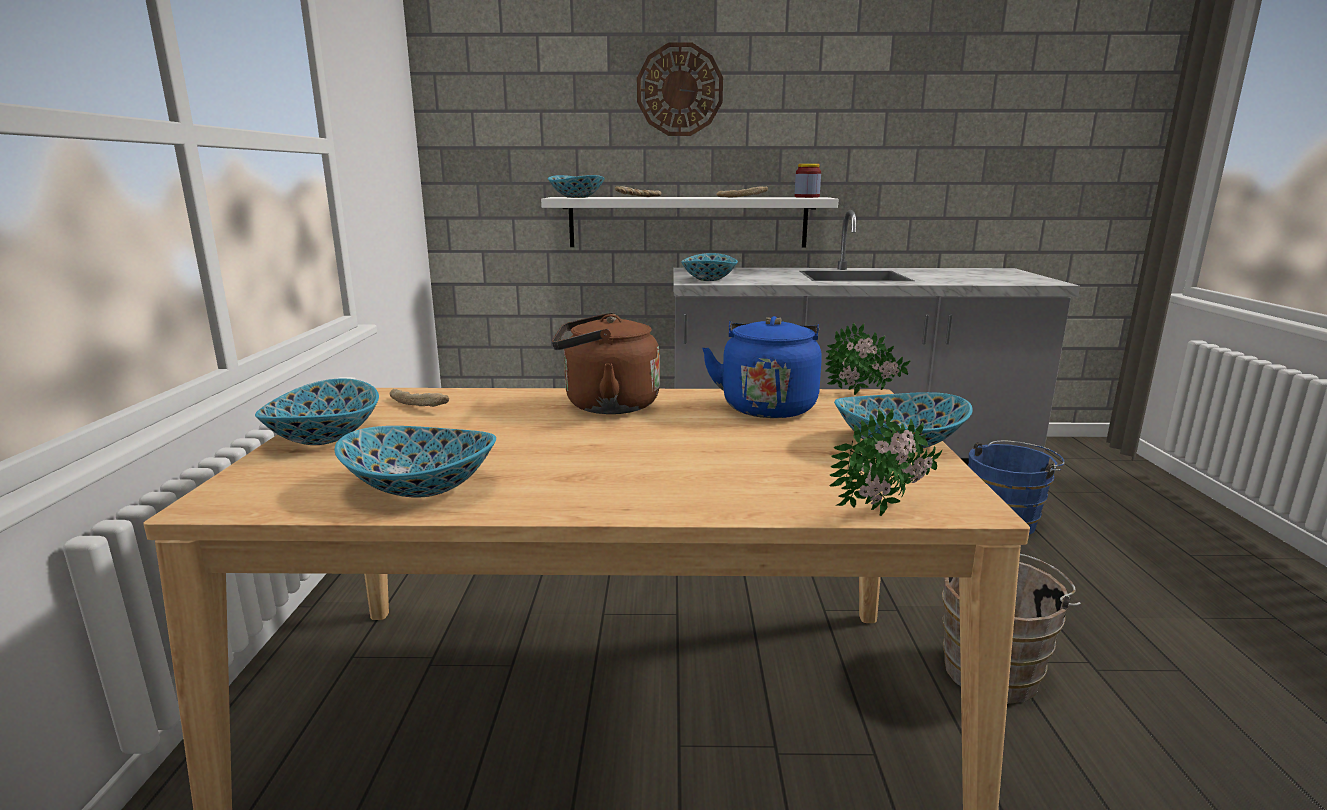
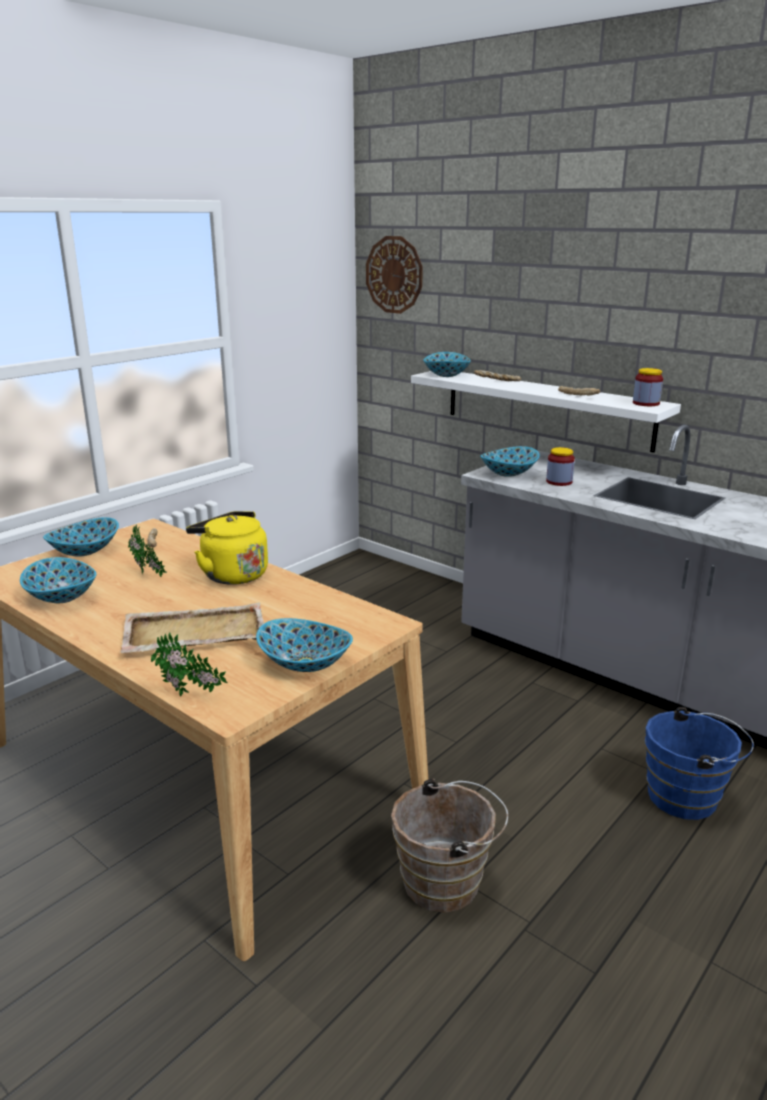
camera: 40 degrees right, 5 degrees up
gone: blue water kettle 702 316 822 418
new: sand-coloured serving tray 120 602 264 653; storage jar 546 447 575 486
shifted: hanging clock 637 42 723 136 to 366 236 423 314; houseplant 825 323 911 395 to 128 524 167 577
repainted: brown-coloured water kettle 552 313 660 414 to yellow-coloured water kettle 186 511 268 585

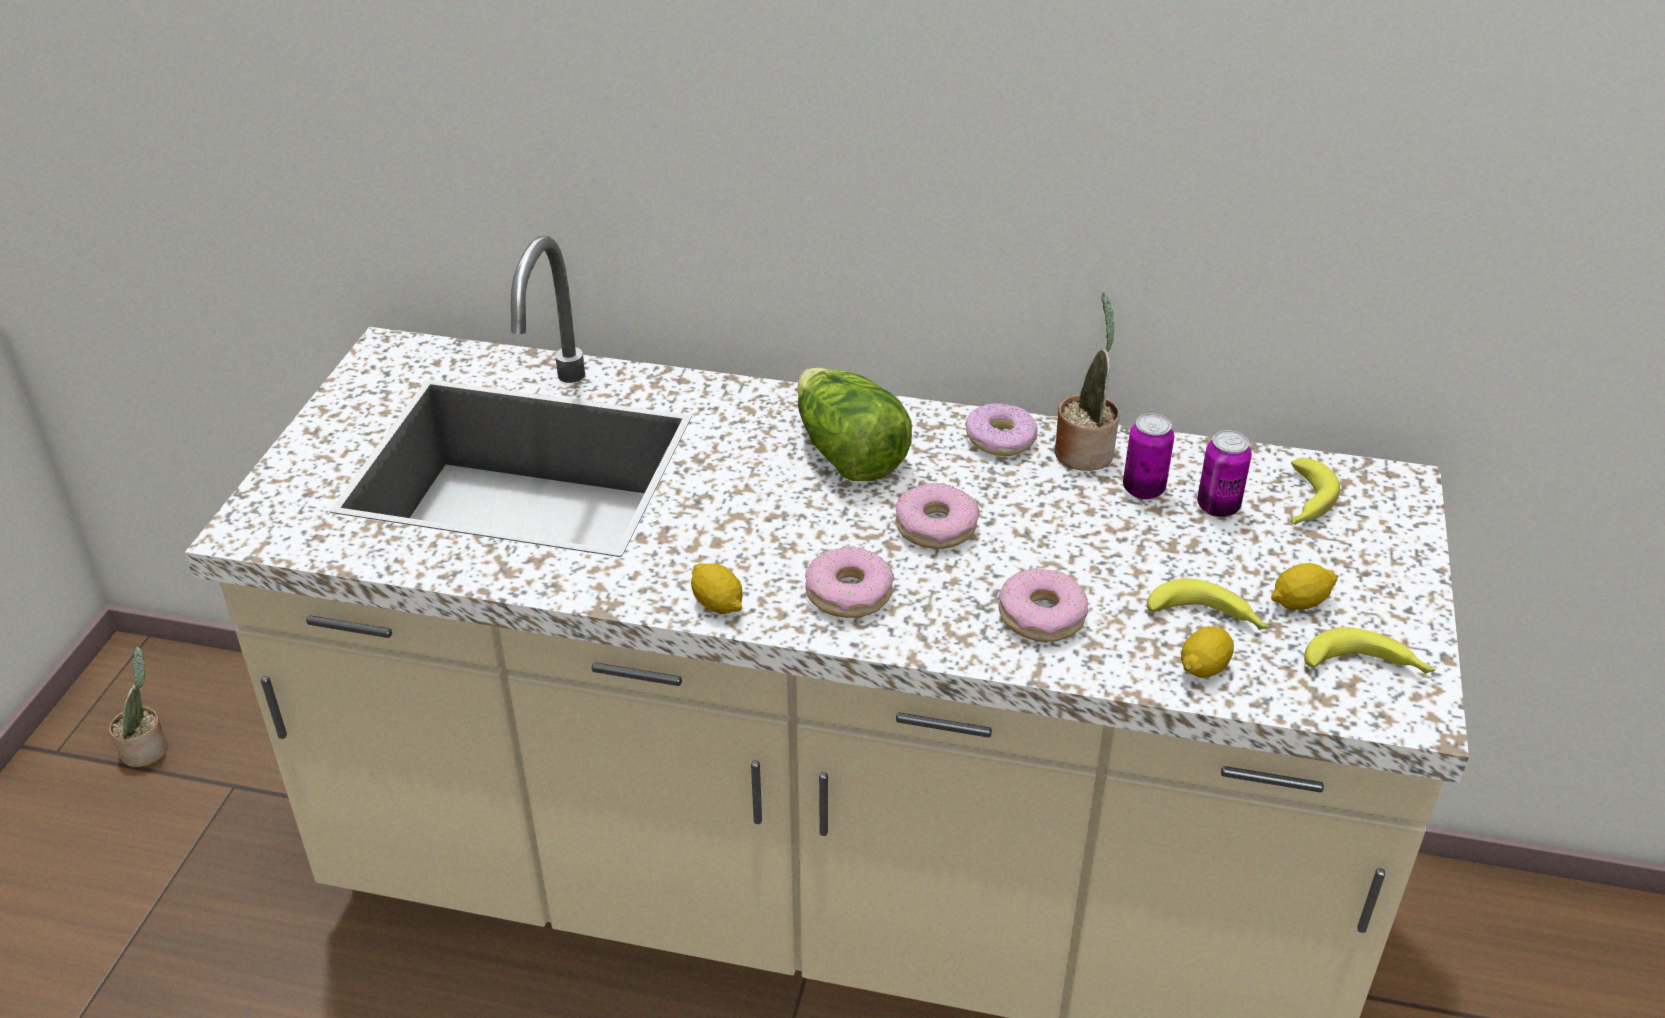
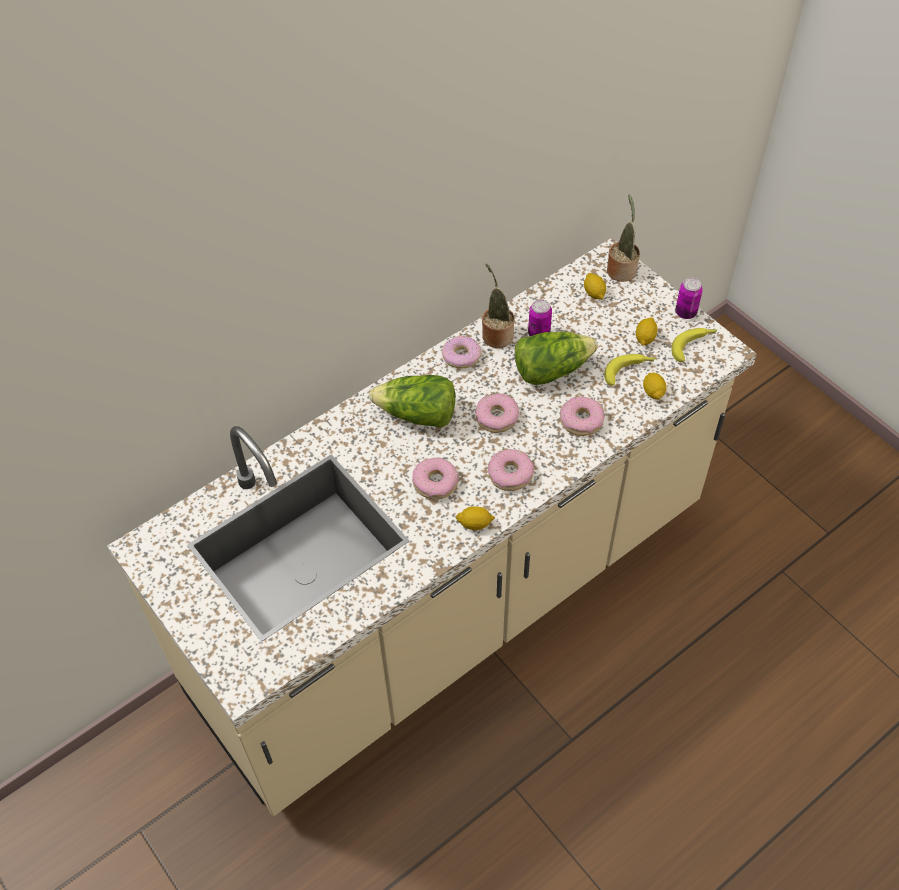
camera: 50 degrees left, 15 degrees up
new: donut 412 457 459 500; head of lettuce 515 332 598 385
shifted: houseplant 109 646 168 768 to 607 195 640 282; metal can 1197 430 1252 517 to 675 278 703 319
swapped: whole banana 1291 458 1340 525 to lemon 584 273 606 300

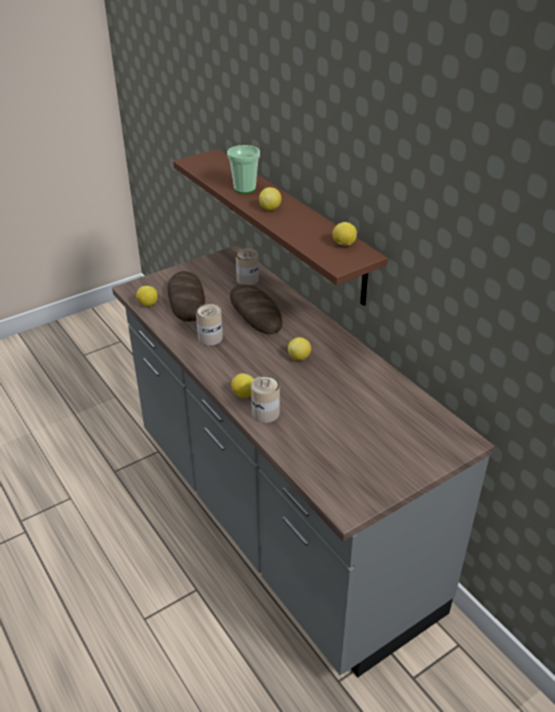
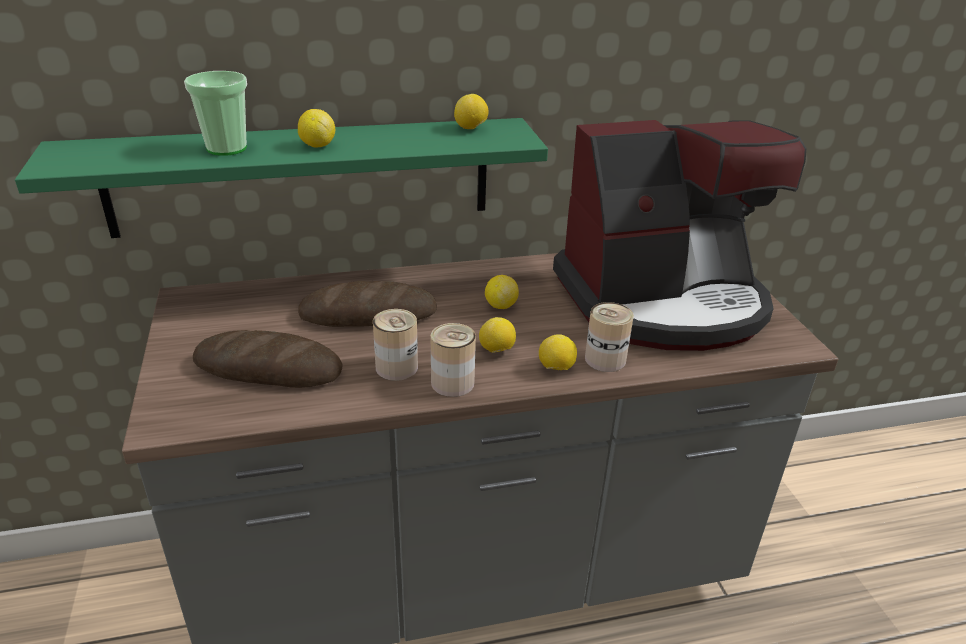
camera: 70 degrees left, 5 degrees down
new: coffee maker 553 120 806 351
shifted: lemon 136 286 158 306 to 479 317 516 353; metal can 236 248 259 286 to 431 323 476 397
repainted: brown-coloured shelf 173 149 388 306 to greenish shelf 15 118 548 238

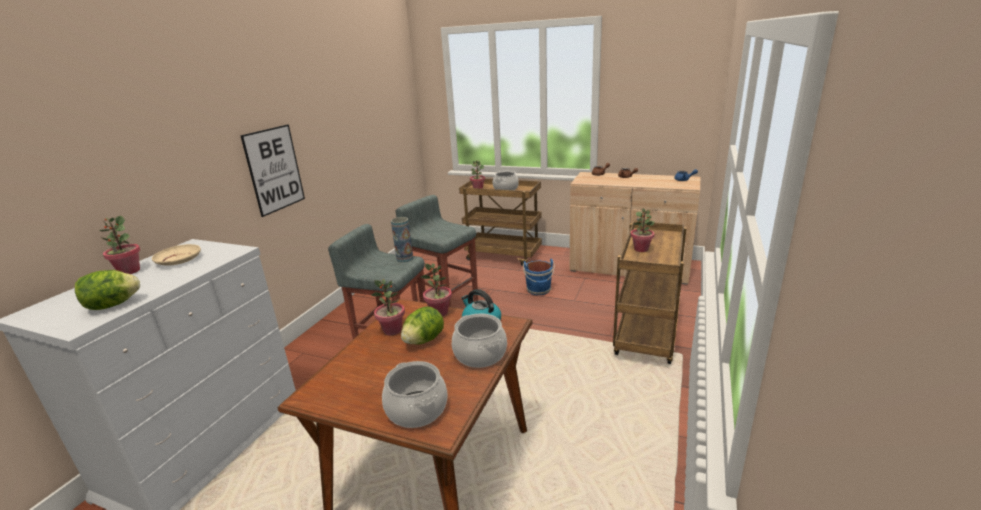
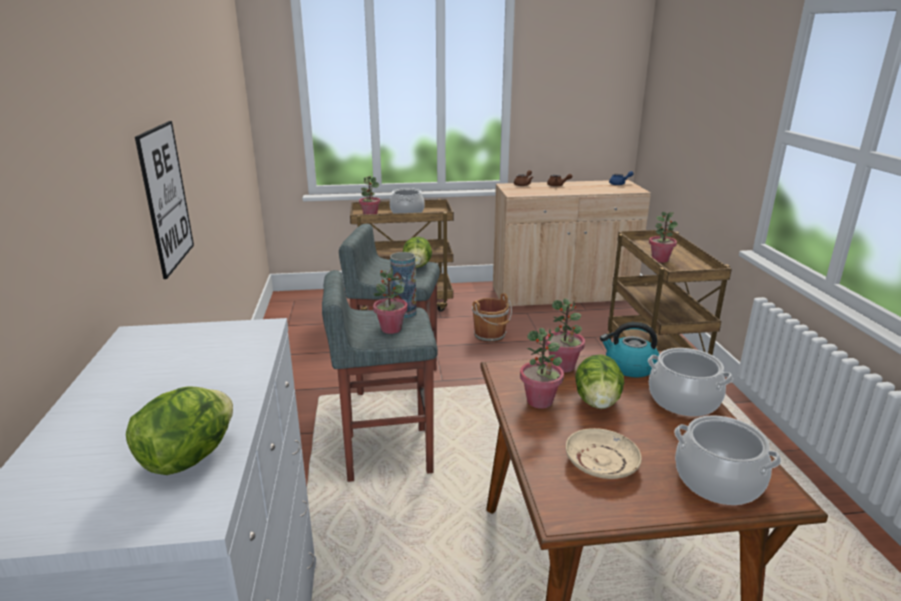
camera: 30 degrees left, 0 degrees up
new: head of lettuce 403 237 432 268
shifted: houseplant 100 216 140 274 to 373 267 408 334; sand-coloured flat dish 152 244 201 266 to 566 428 642 479
repainted: blue pail 523 259 555 295 to brown-coloured pail 472 293 512 343

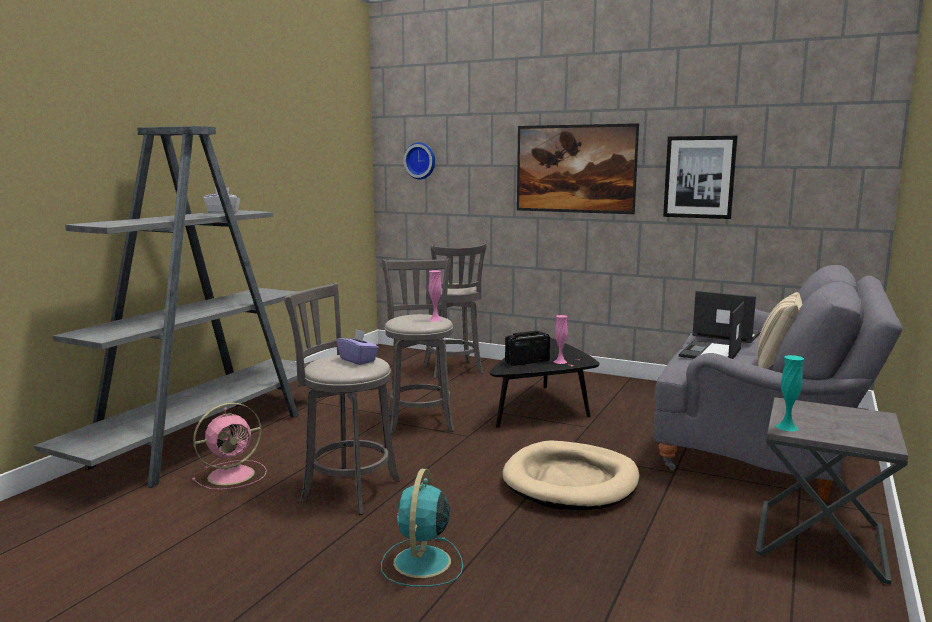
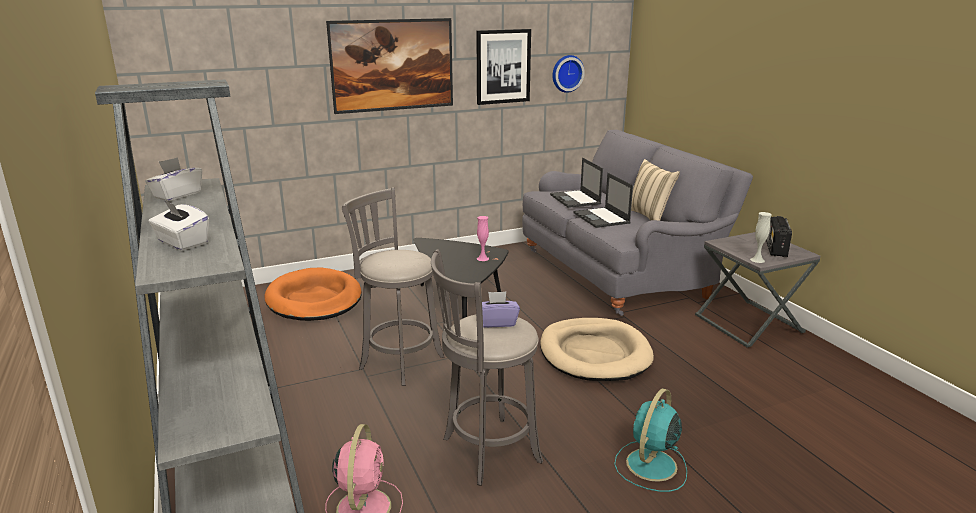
camera: 50 degrees left, 10 degrees up
gone: pinkish decorative vase 428 270 442 321
new: white-coloured tissue box 149 200 209 251
shifted: hanging clock 403 142 435 179 to 552 55 585 93; radio 505 331 550 366 to 766 216 792 257
swapped: gray stool seat 423 243 487 378 to orangey pet bed 265 267 362 321
repainted: turquoise decorative vase 776 355 804 431 to white-coloured decorative vase 750 212 772 263
rotated: turquoise cooling fan 381 469 463 587 = 614 388 687 492 75 degrees clockwise; laptop 692 291 761 343 = 550 158 603 208 90 degrees counterclockwise

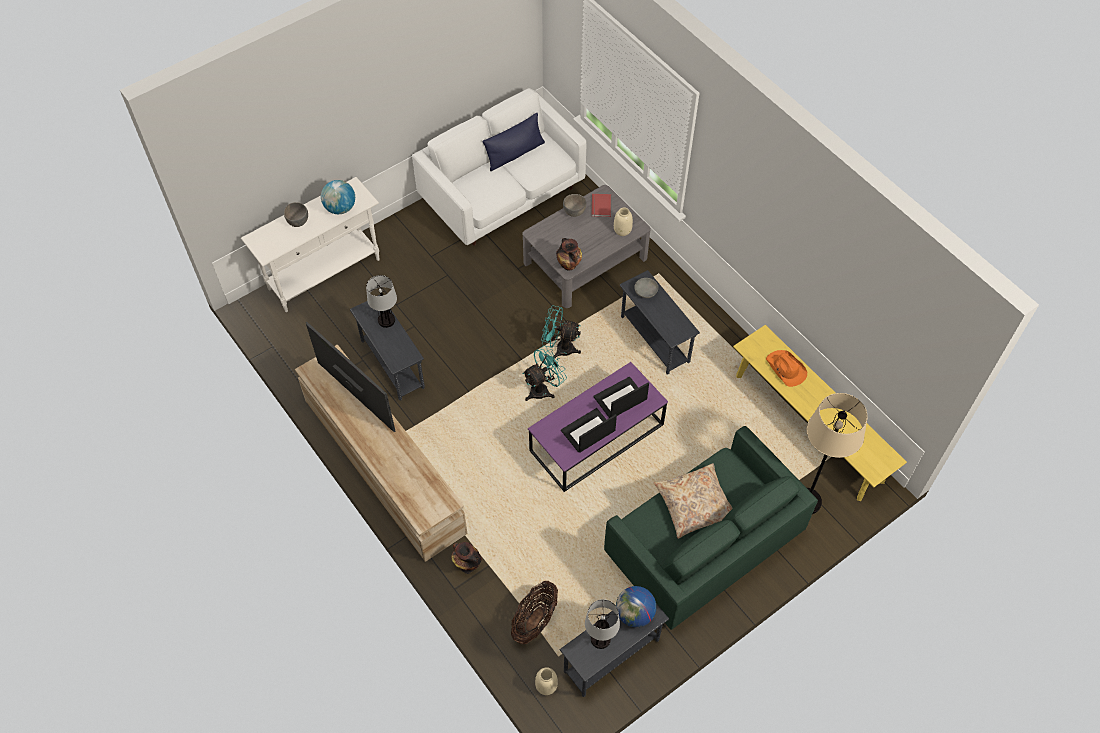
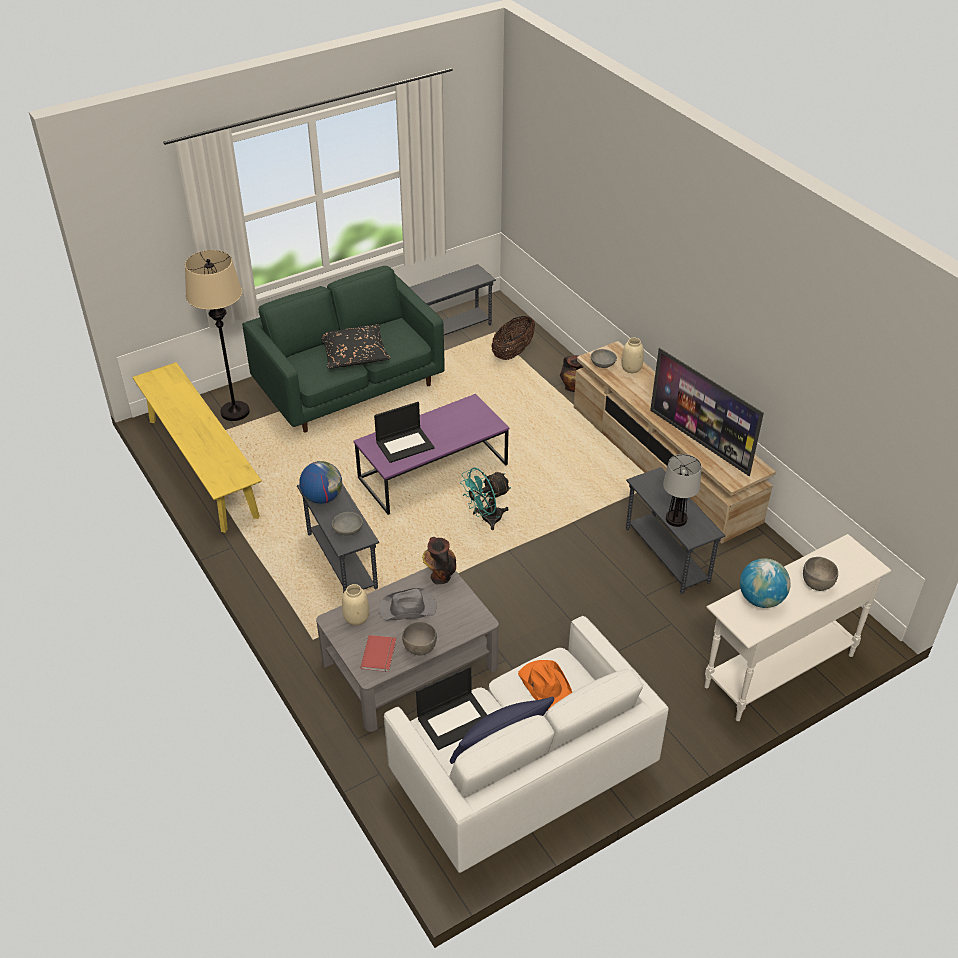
camera: 175 degrees left, 15 degrees down
gone: turquoise cooling fan 541 305 581 358; tabletop lamp 585 599 620 649
new: gray wearable hat 378 588 437 620; gray bowl 591 349 617 368
shifted: sand-coloured decorative vase 535 667 558 695 to 621 338 644 373; laptop 561 408 617 453 to 416 666 487 750; world globe 616 586 656 627 to 299 461 342 504; orangey wearable hat 766 350 807 387 to 518 660 572 711
repainted: sand-coloured cushion 654 463 733 539 to blackish cushion 321 324 391 369

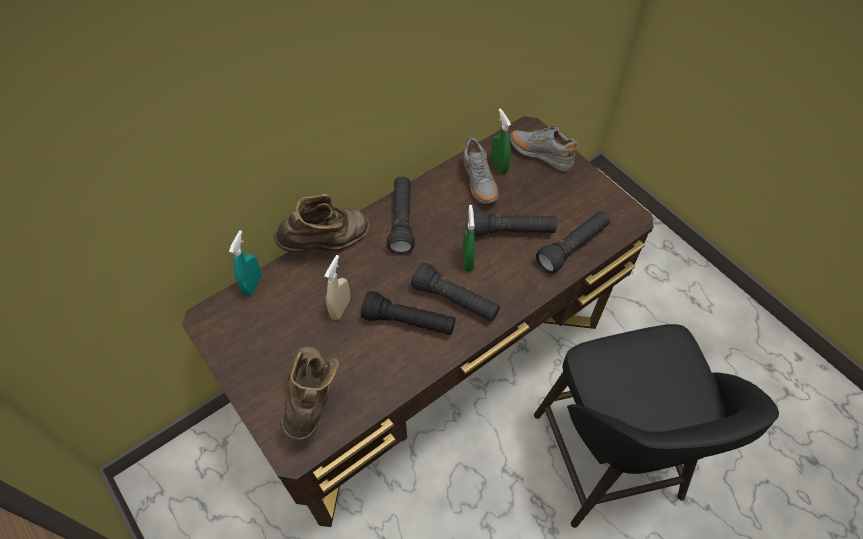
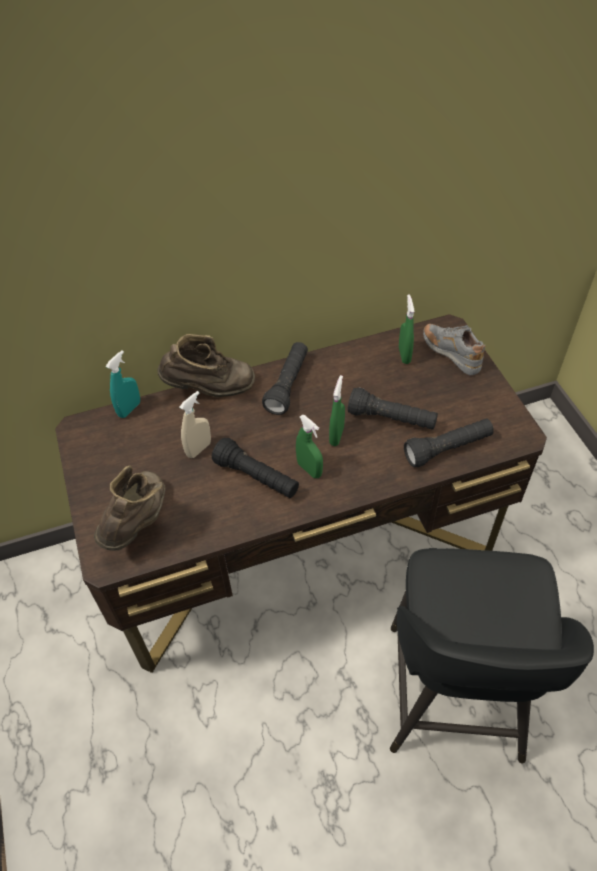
camera: 20 degrees right, 5 degrees down
gone: gray item of footwear 464 136 499 204
swapped: blackish hand torch 411 263 500 321 to greenish hand sprayer 296 415 323 478

